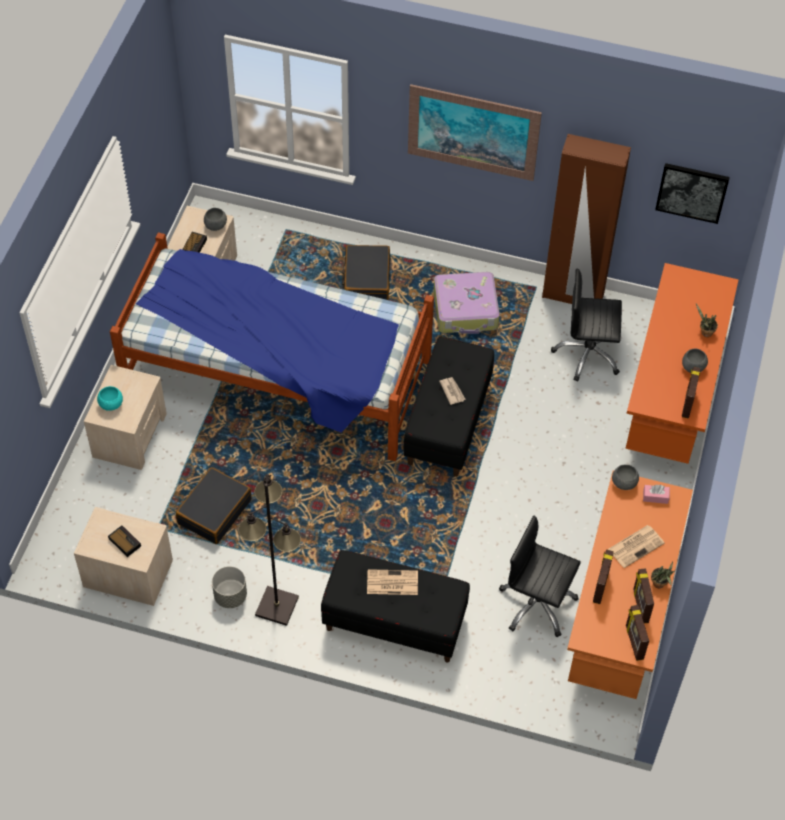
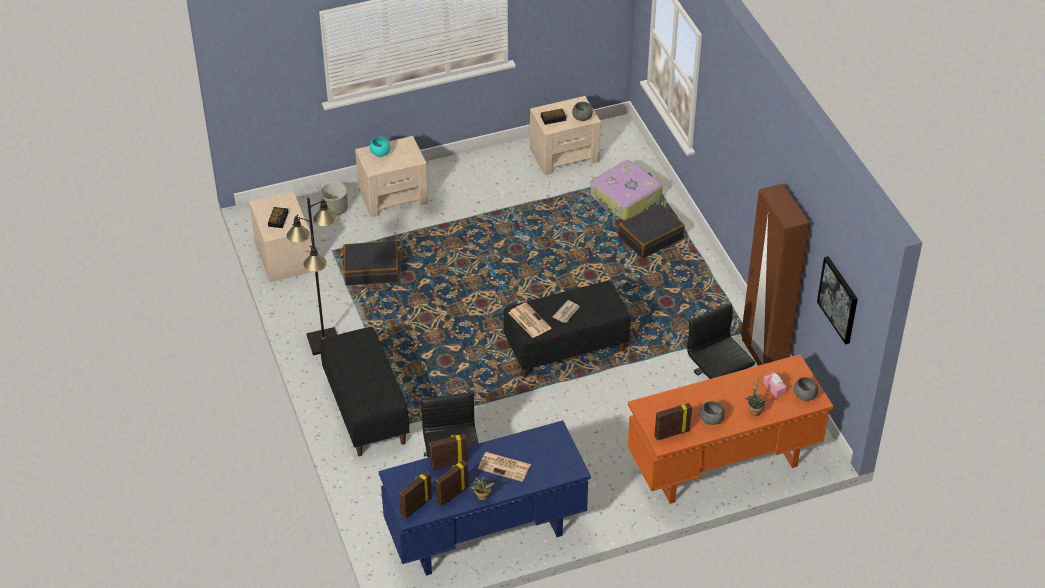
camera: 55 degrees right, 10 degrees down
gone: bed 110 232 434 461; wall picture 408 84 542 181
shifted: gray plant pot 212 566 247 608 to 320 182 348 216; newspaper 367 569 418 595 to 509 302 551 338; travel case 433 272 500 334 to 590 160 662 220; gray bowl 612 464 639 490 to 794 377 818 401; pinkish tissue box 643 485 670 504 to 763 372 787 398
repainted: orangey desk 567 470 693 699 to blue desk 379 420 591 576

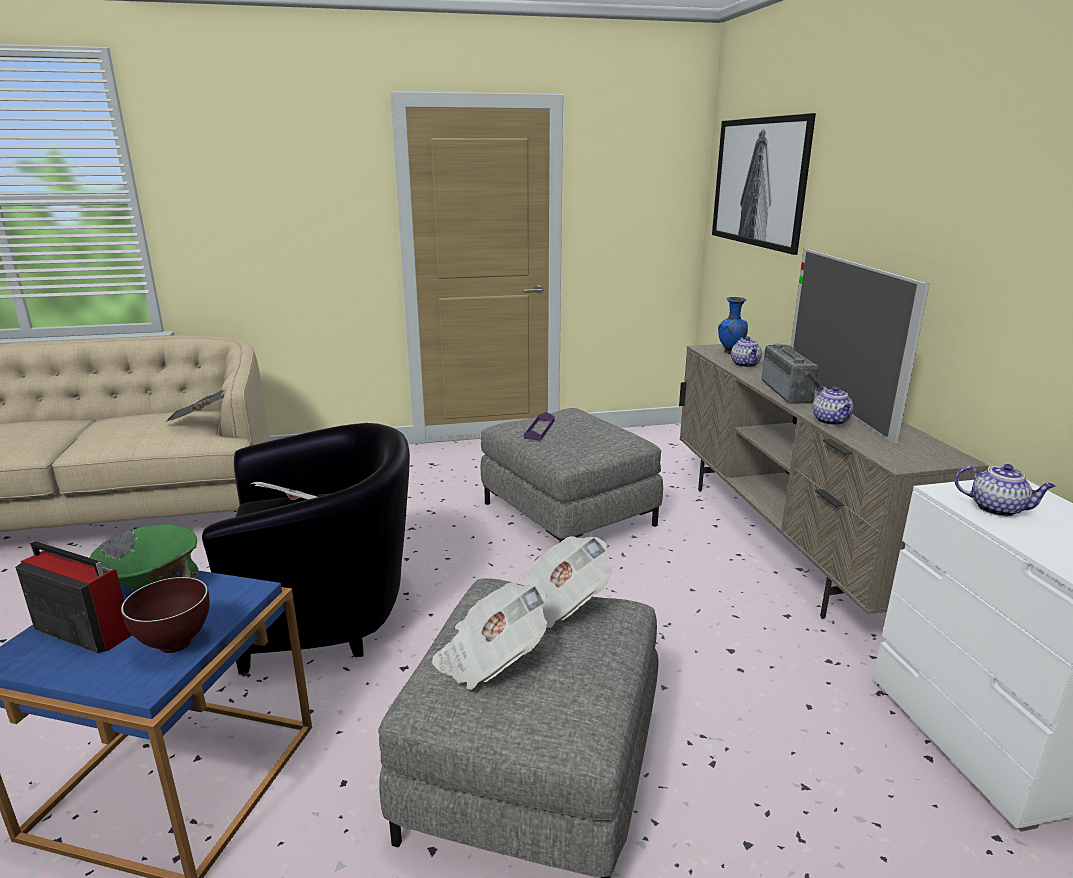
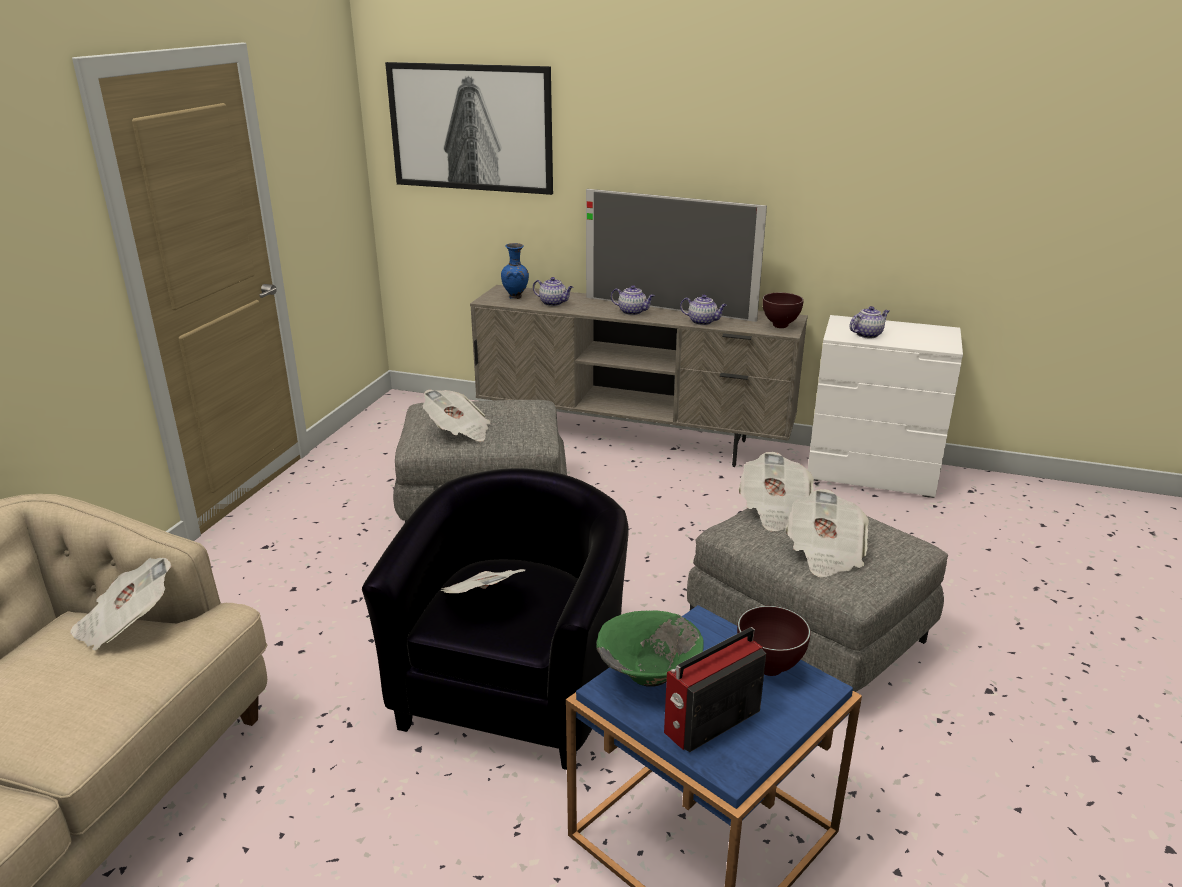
camera: 60 degrees left, 5 degrees up
new: brown-coloured bowl 762 293 804 328
swapped: purple serving tray 524 412 554 440 to newspaper 423 390 490 441; radio 762 344 822 404 to pot for tea 611 285 655 315

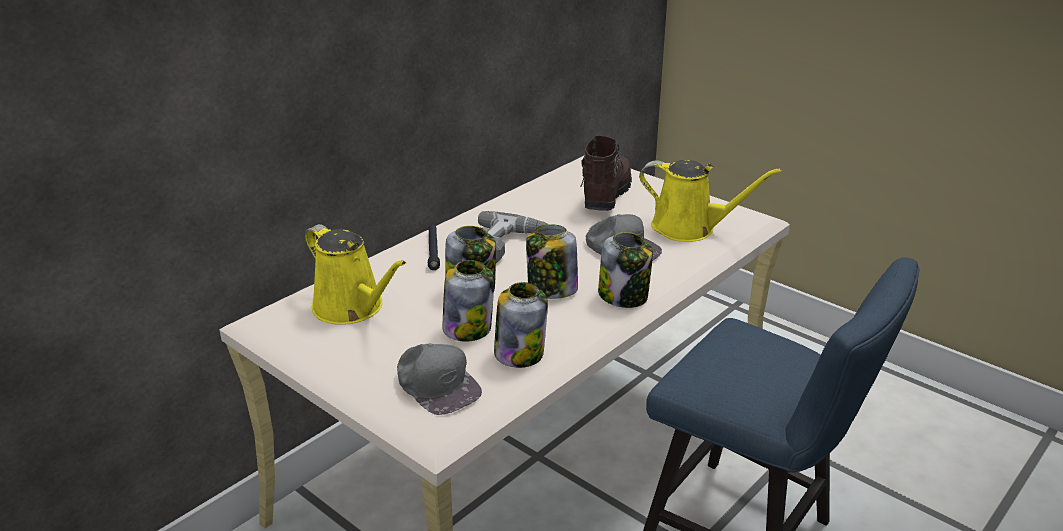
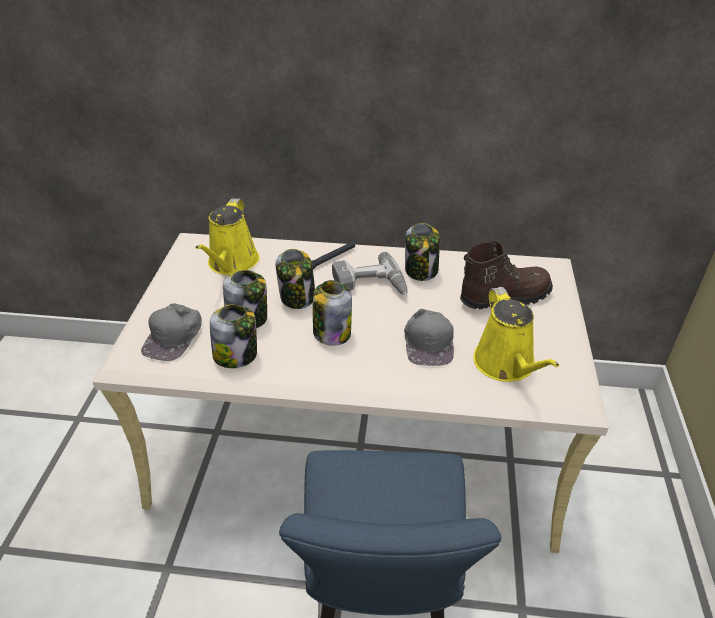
camera: 55 degrees right, 10 degrees up
shifted: storage jar 598 232 653 308 to 405 223 440 281

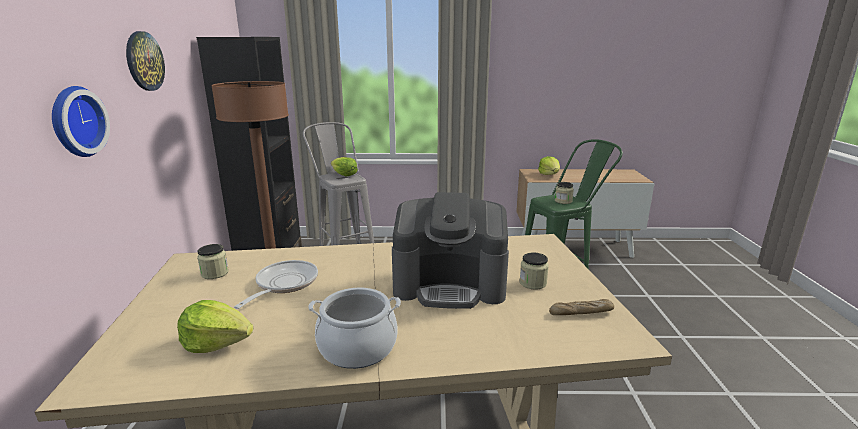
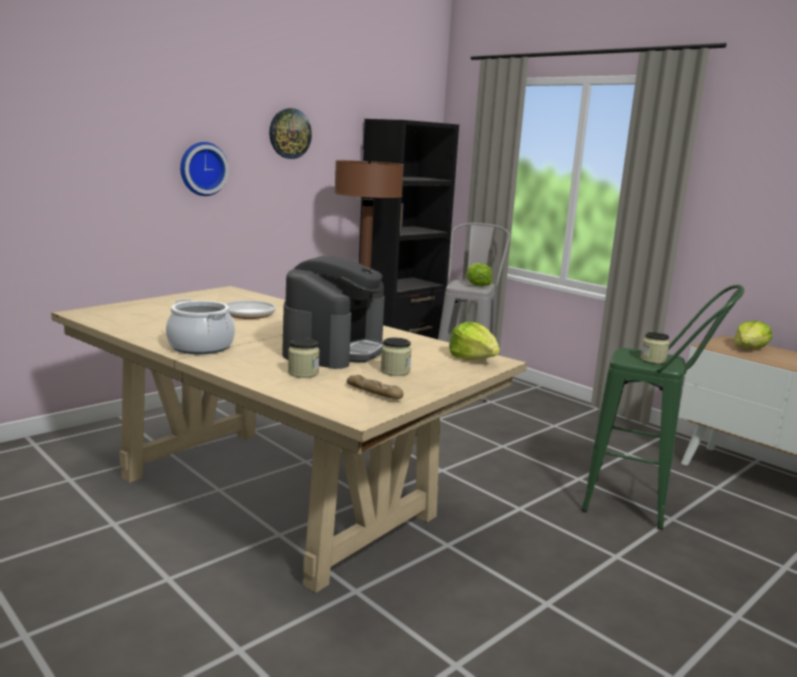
camera: 45 degrees right, 5 degrees down
shifted: head of lettuce 177 300 254 353 to 449 322 500 360; storage jar 197 244 229 279 to 288 338 320 378
rotated: coffee maker 392 192 509 309 = 282 256 385 369 120 degrees counterclockwise

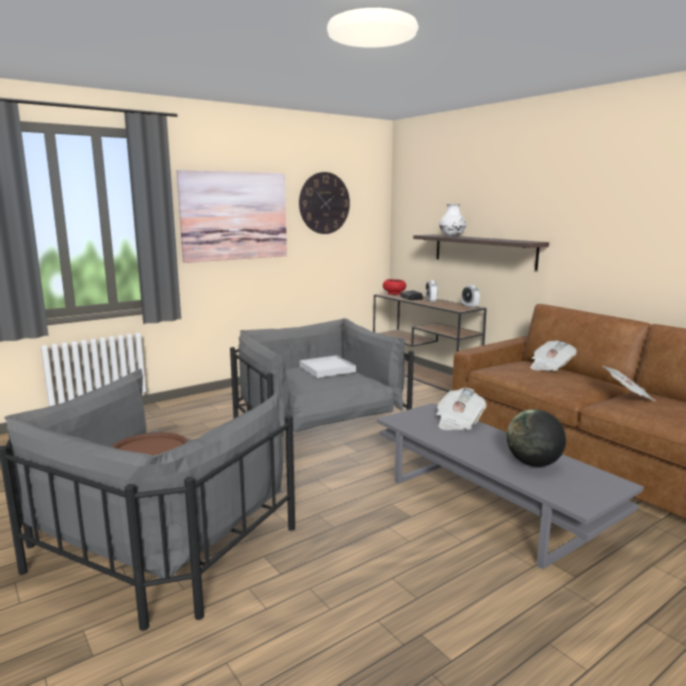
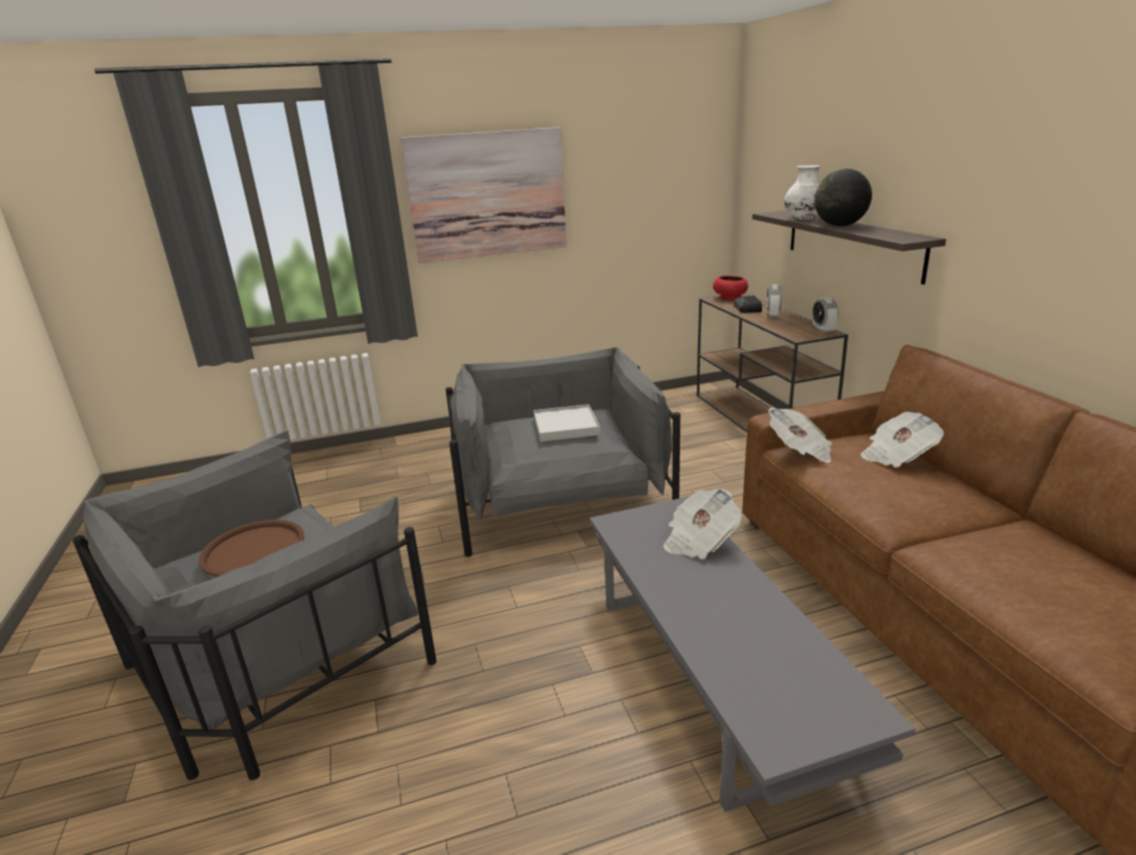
camera: 20 degrees right, 10 degrees up
gone: hanging clock 299 172 350 234
shifted: world globe 507 409 566 467 to 814 169 872 226; newspaper 603 366 655 401 to 769 407 832 463

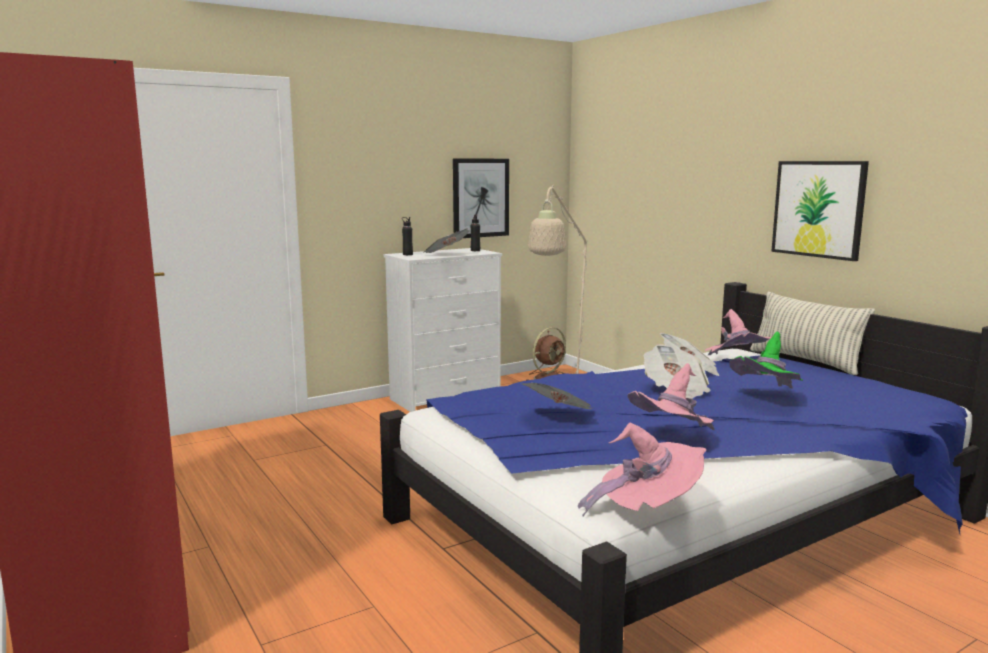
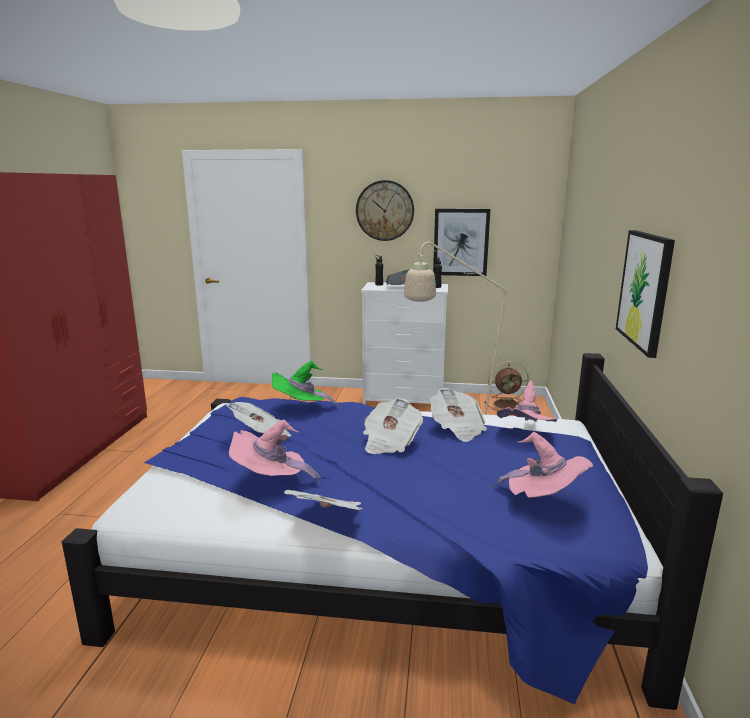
camera: 40 degrees right, 5 degrees up
gone: cushion 750 292 875 375
new: newspaper 284 490 363 511; hanging clock 356 180 414 241
shifted: pinkish wearable hat 578 423 707 516 to 493 432 593 498; greenish wearable hat 729 331 803 388 to 272 361 339 408

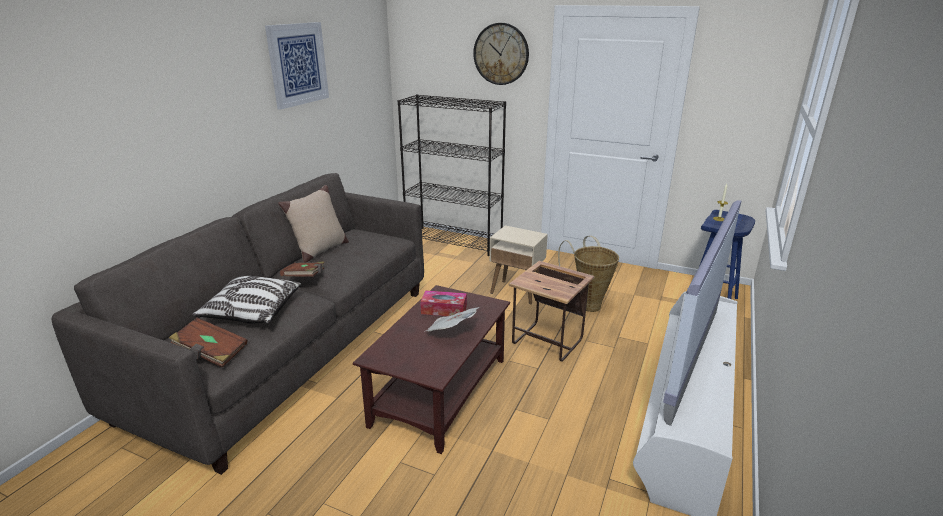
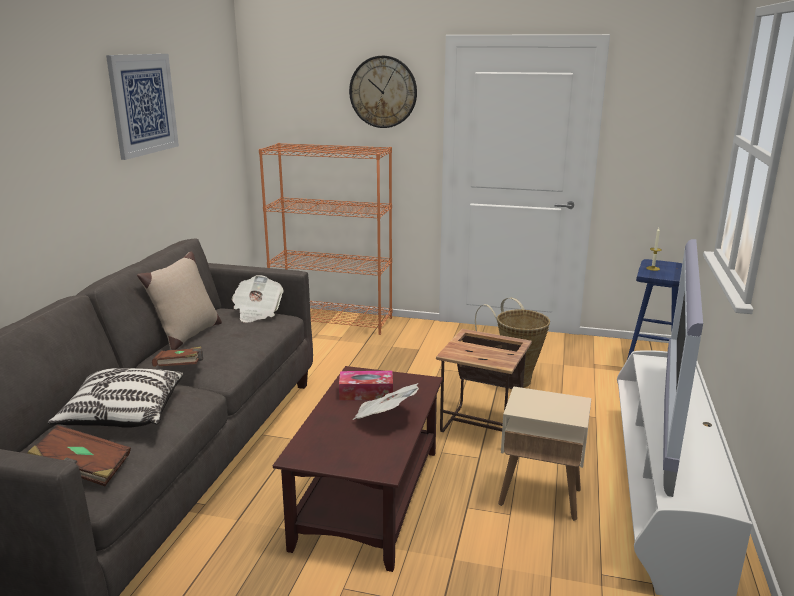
camera: 10 degrees left, 5 degrees down
new: newspaper 232 275 284 322
shifted: sand-coloured side table 490 225 548 304 to 498 386 591 521
repainted: blackish shelving unit 398 94 506 256 to orangey shelving unit 259 143 392 335

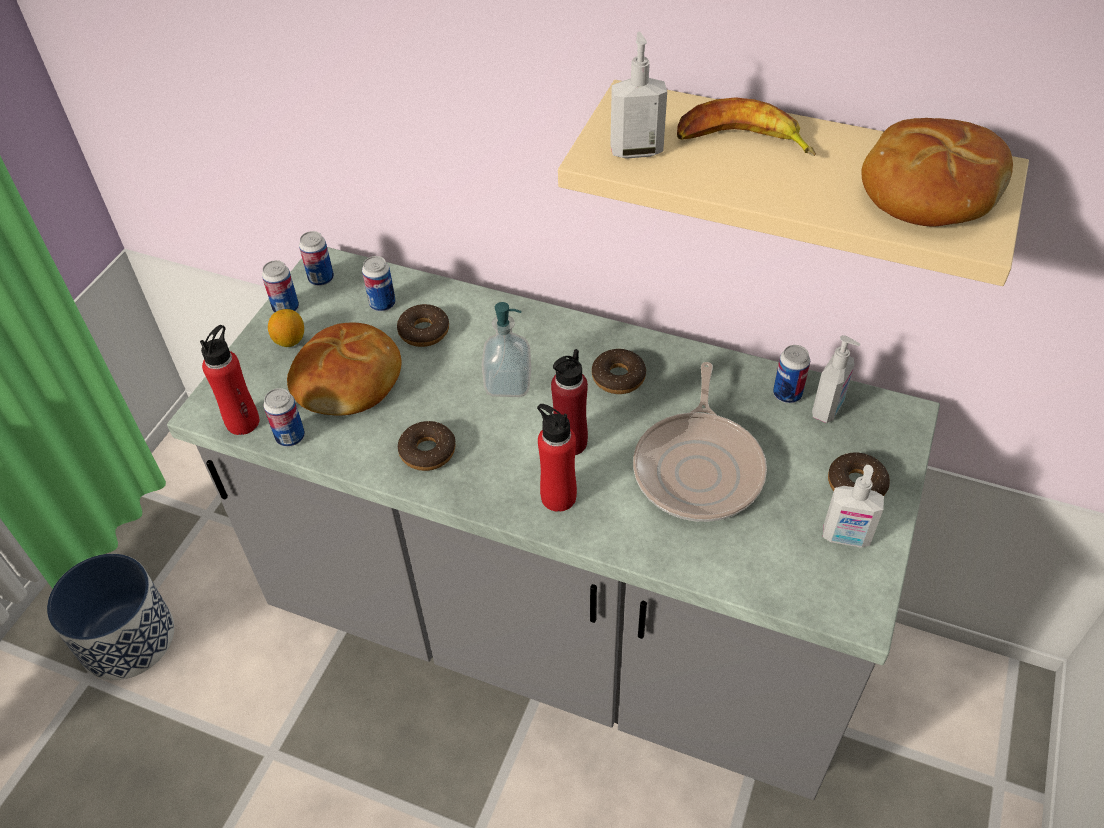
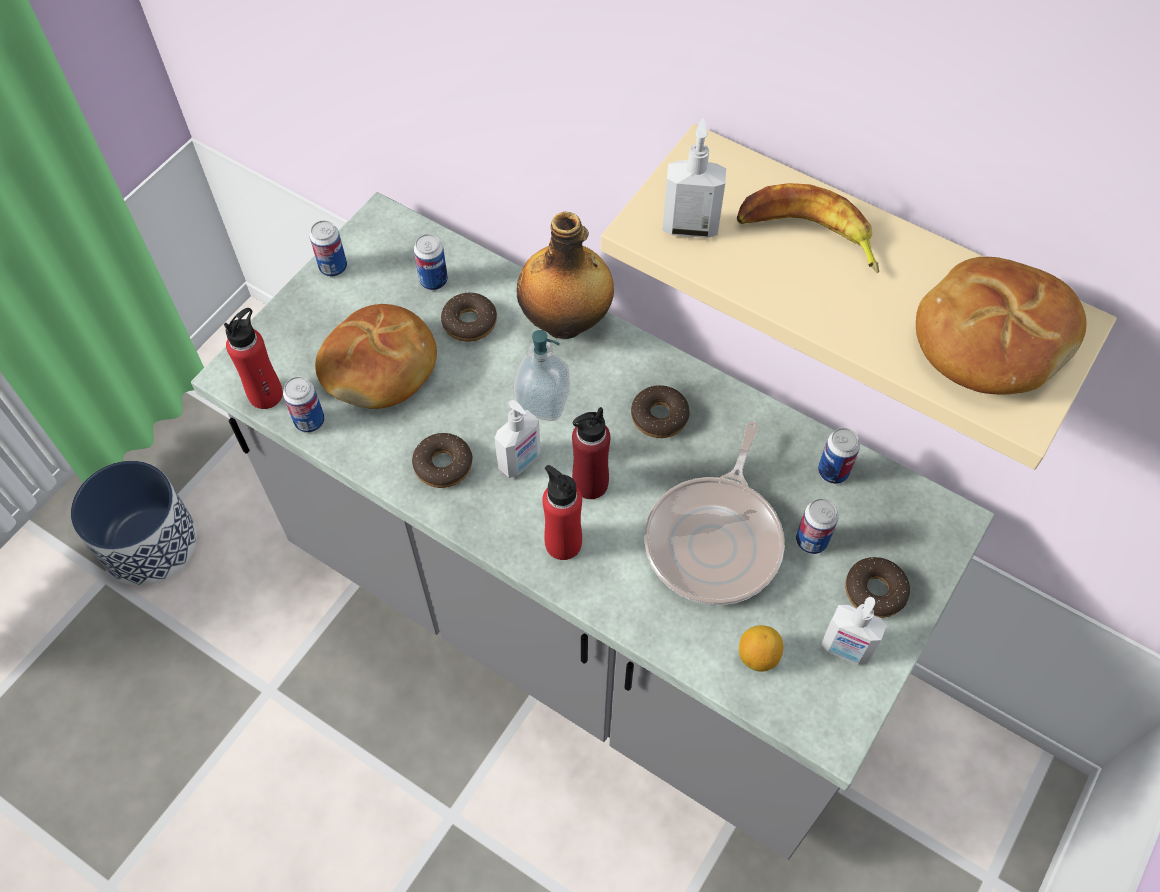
camera: 10 degrees right, 10 degrees up
new: bottle 517 212 614 339
shifted: lemon 268 309 304 347 to 739 625 783 672; metal can 299 231 334 286 to 796 498 838 554; soap dispenser 812 335 860 423 to 494 400 541 478

